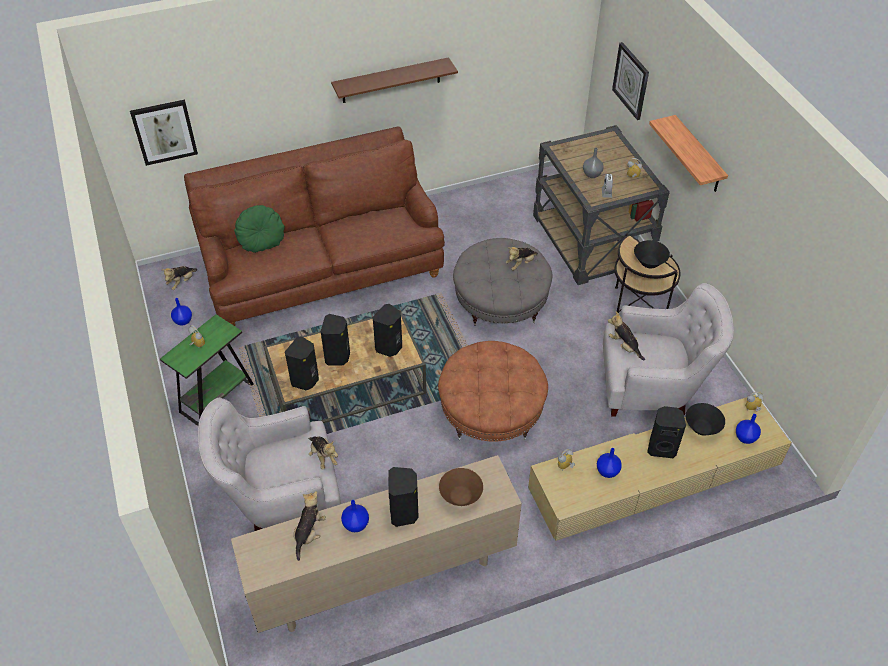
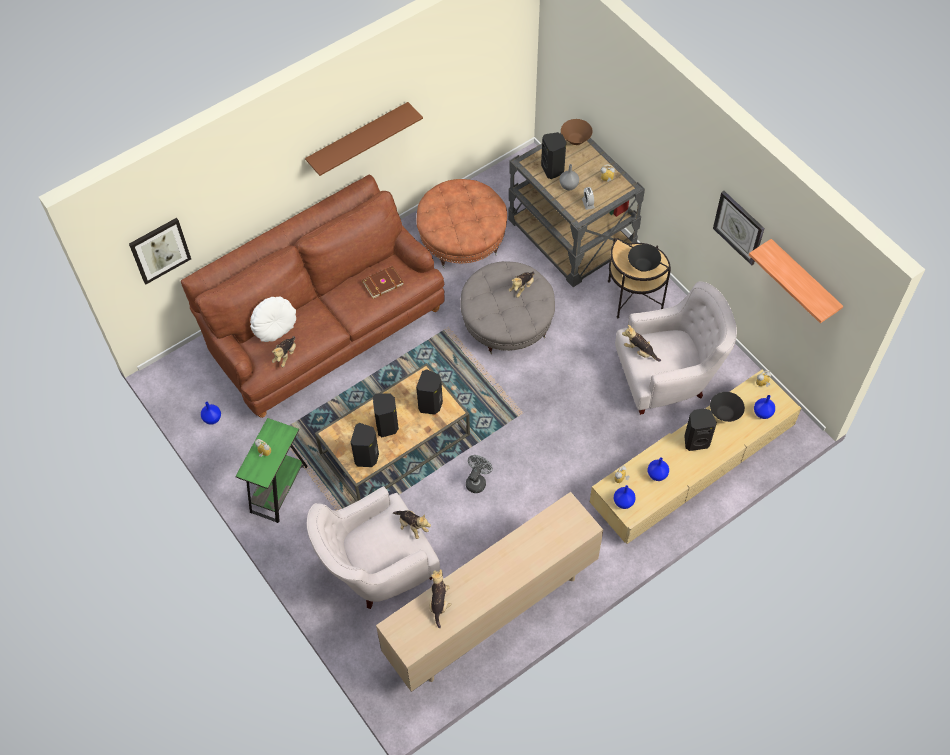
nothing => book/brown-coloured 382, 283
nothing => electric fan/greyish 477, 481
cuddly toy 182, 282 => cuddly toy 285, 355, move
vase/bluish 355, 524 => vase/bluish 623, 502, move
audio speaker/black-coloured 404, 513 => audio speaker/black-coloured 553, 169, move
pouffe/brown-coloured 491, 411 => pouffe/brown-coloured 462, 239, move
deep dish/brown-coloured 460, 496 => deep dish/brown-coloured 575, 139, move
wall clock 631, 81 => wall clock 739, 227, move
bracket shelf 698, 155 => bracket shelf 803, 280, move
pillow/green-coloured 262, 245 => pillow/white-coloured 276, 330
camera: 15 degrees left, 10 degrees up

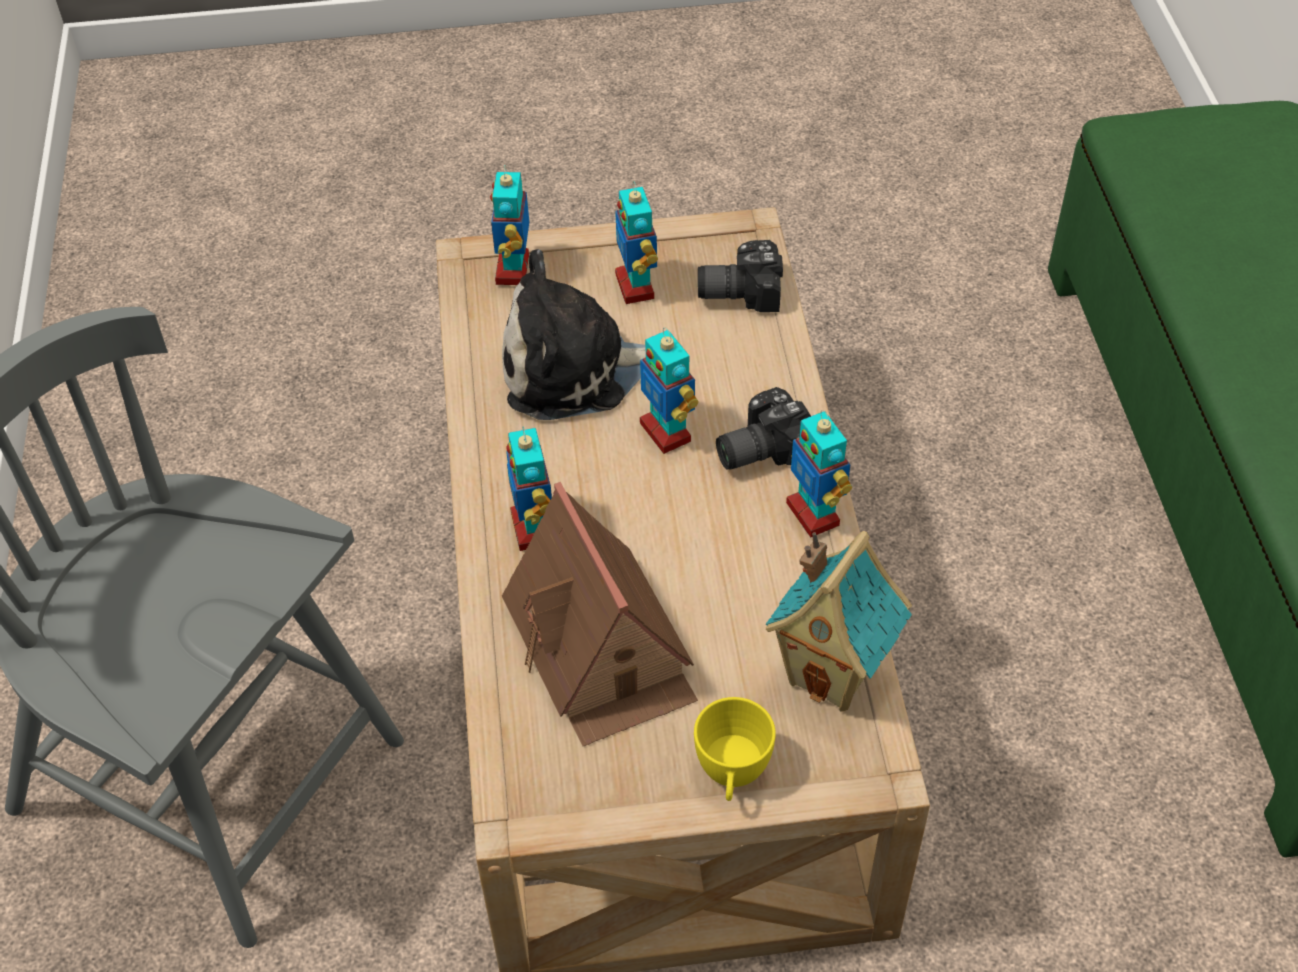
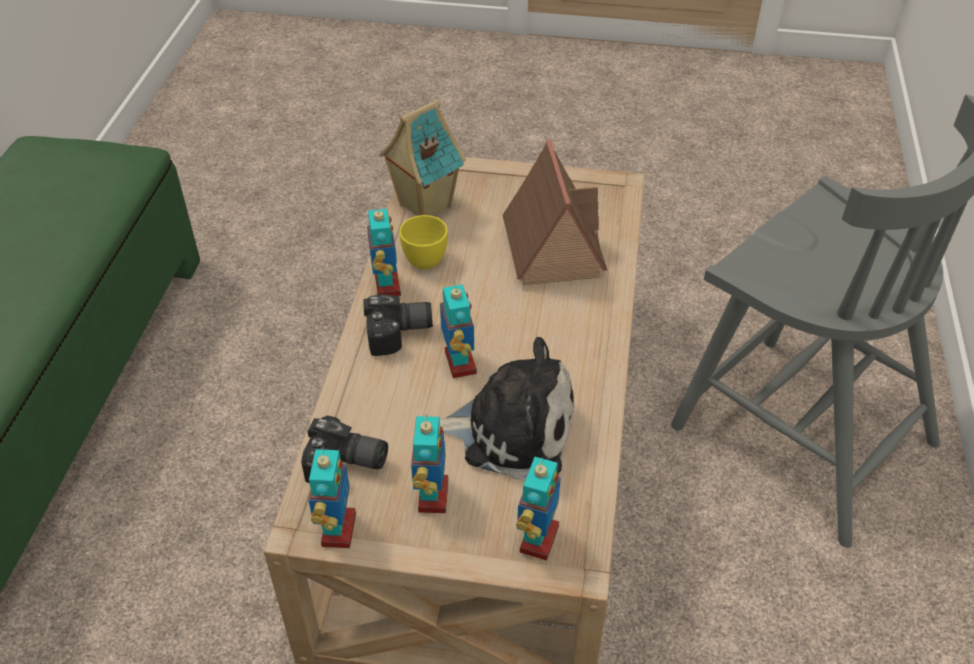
model robot 533, 528 => model robot 337, 529, move
cup/yellow 732, 775 => cup/yellow 427, 257, move
camera: 165 degrees left, 5 degrees down

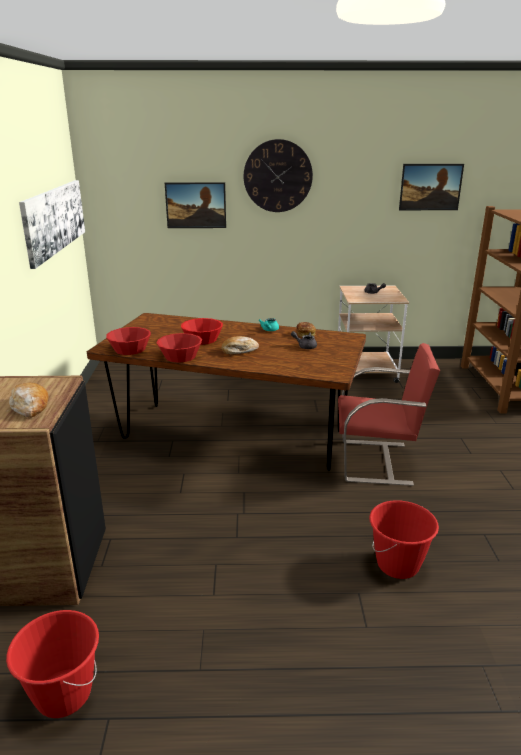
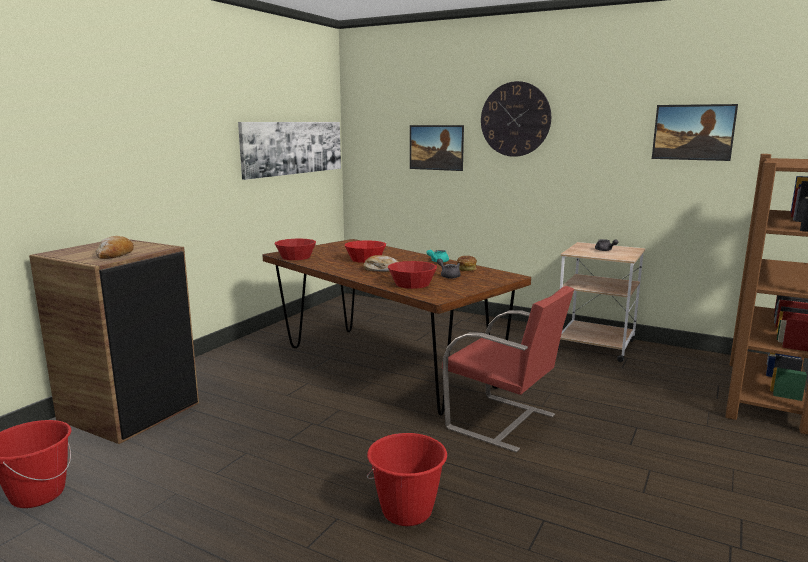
deep dish/red 180, 356 => deep dish/red 412, 284, move
camera: 30 degrees right, 10 degrees down

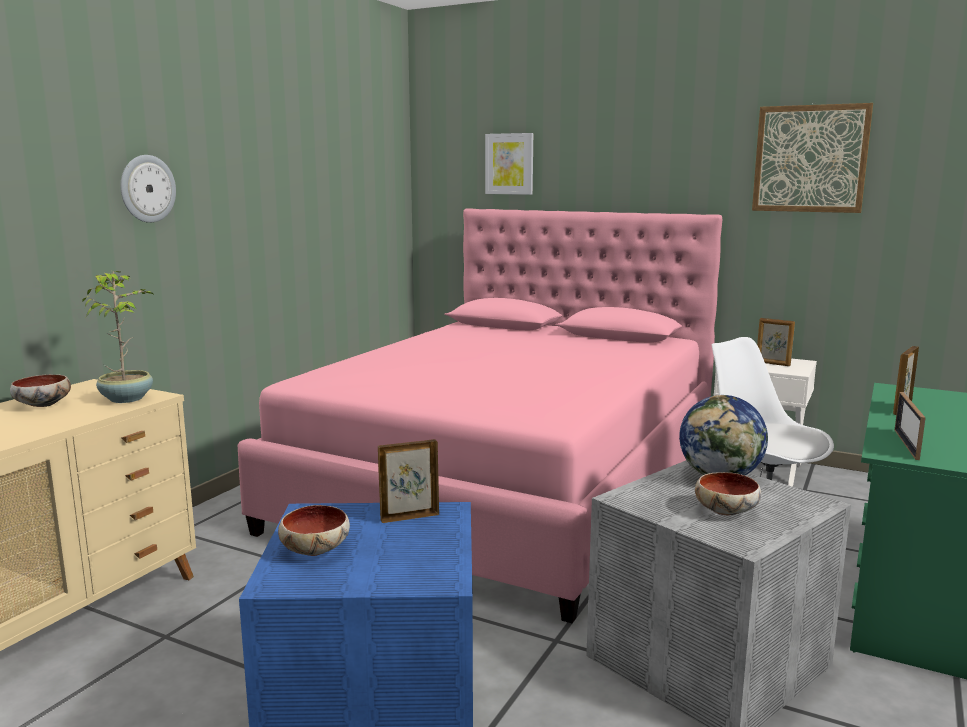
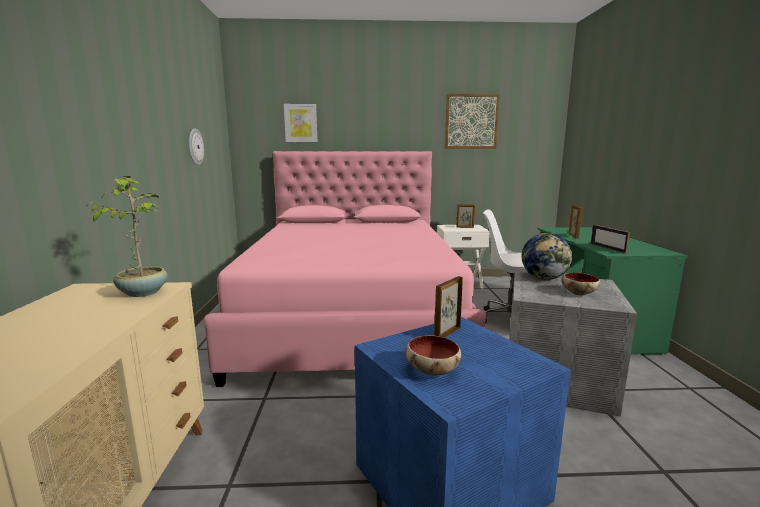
deep dish 43, 405 => nothing
wall clock 147, 189 => wall clock 195, 147, move
camera: 30 degrees left, 0 degrees up

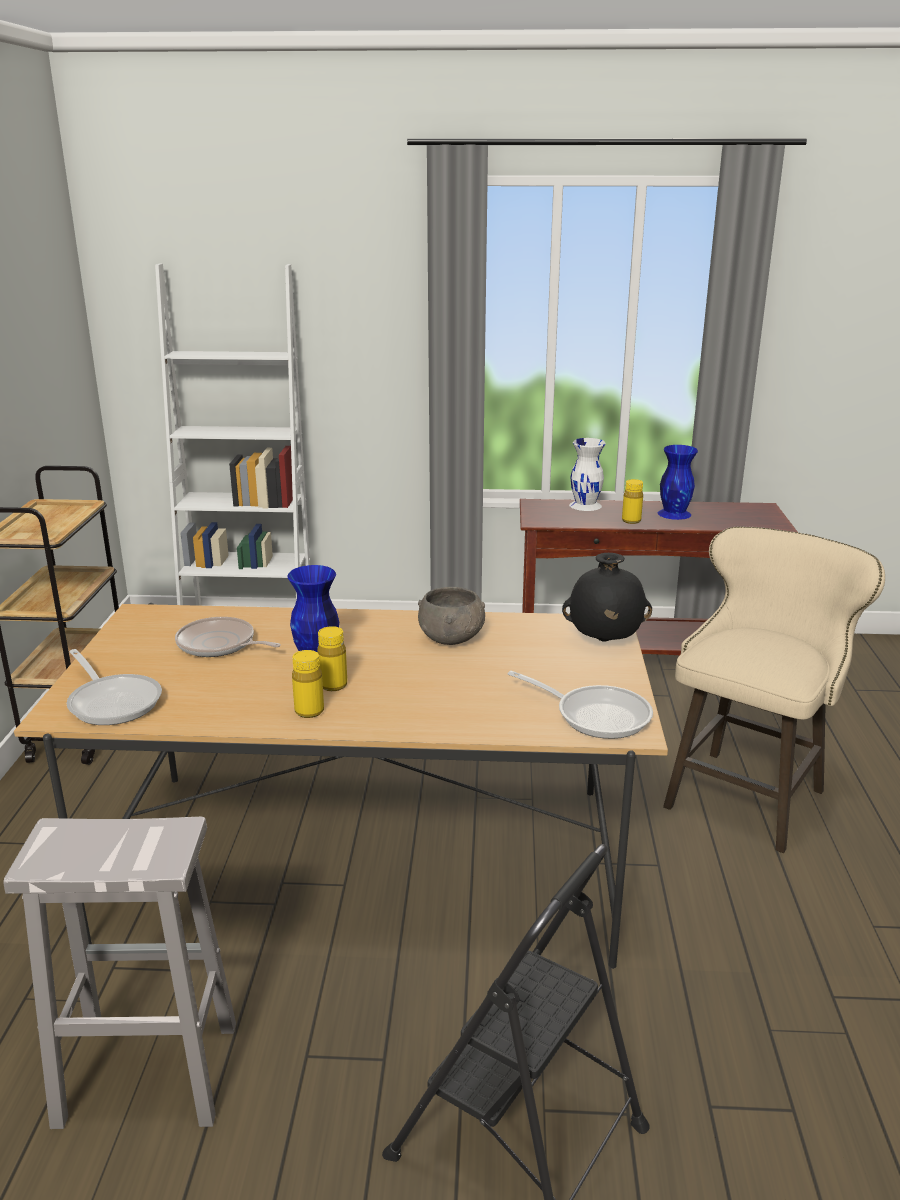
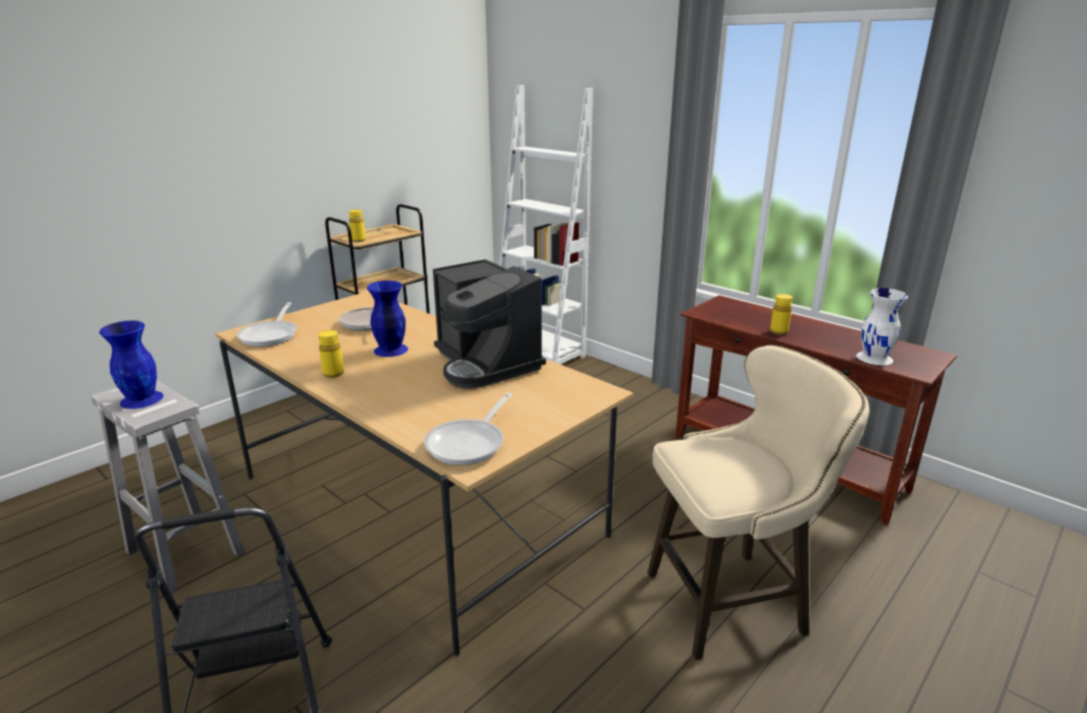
vase/black-coloured 604, 641 => nothing
bottle/yellow 333, 685 => bottle/yellow 358, 240, move
vase/white-coloured 586, 505 => vase/white-coloured 875, 358, move
vase/bluish 674, 513 => vase/bluish 142, 399, move
deep dish/greyish 452, 637 => coffee machine 486, 363
pan 595, 715 => pan 470, 443, 45 degrees clockwise
camera: 40 degrees right, 0 degrees up

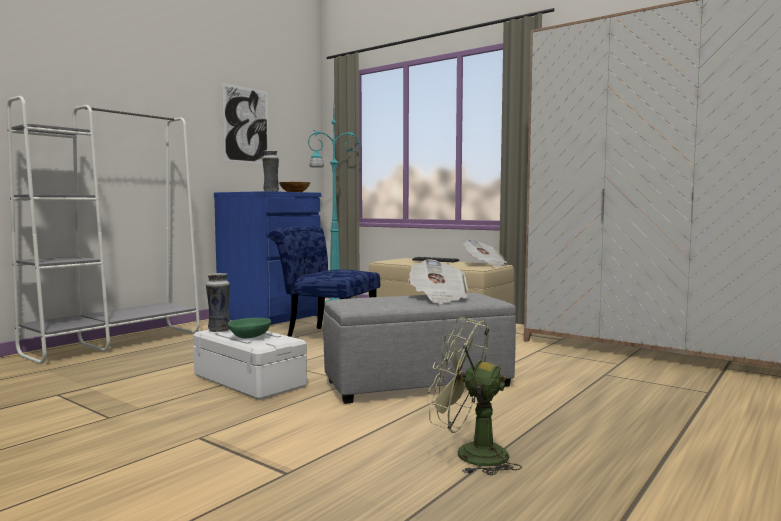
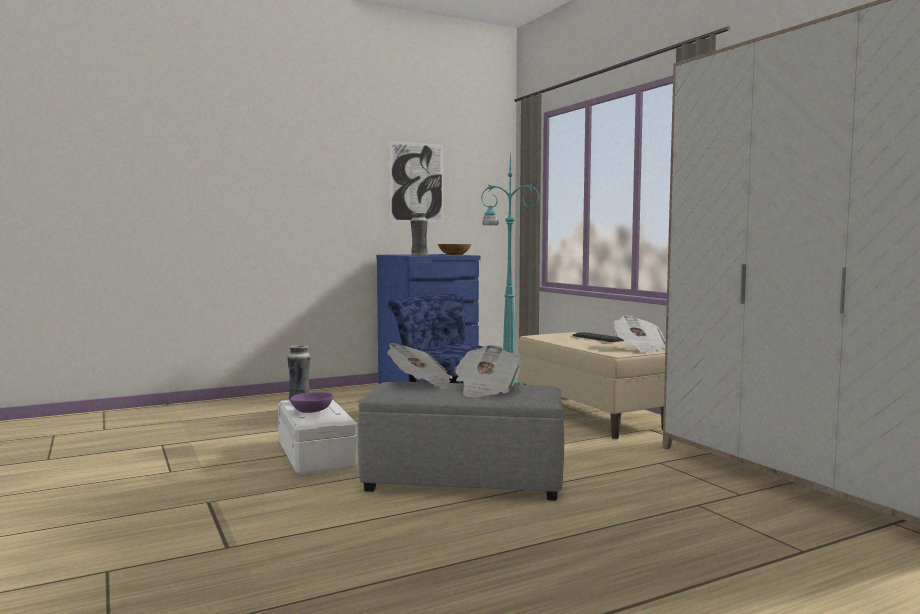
garment rack/greyish 115, 344 => nothing
electric fan/green-coloured 470, 455 => nothing
nothing => daily paper 421, 383
deep dish/green-coloured 249, 336 => deep dish/purple 311, 411
camera: 25 degrees right, 0 degrees up

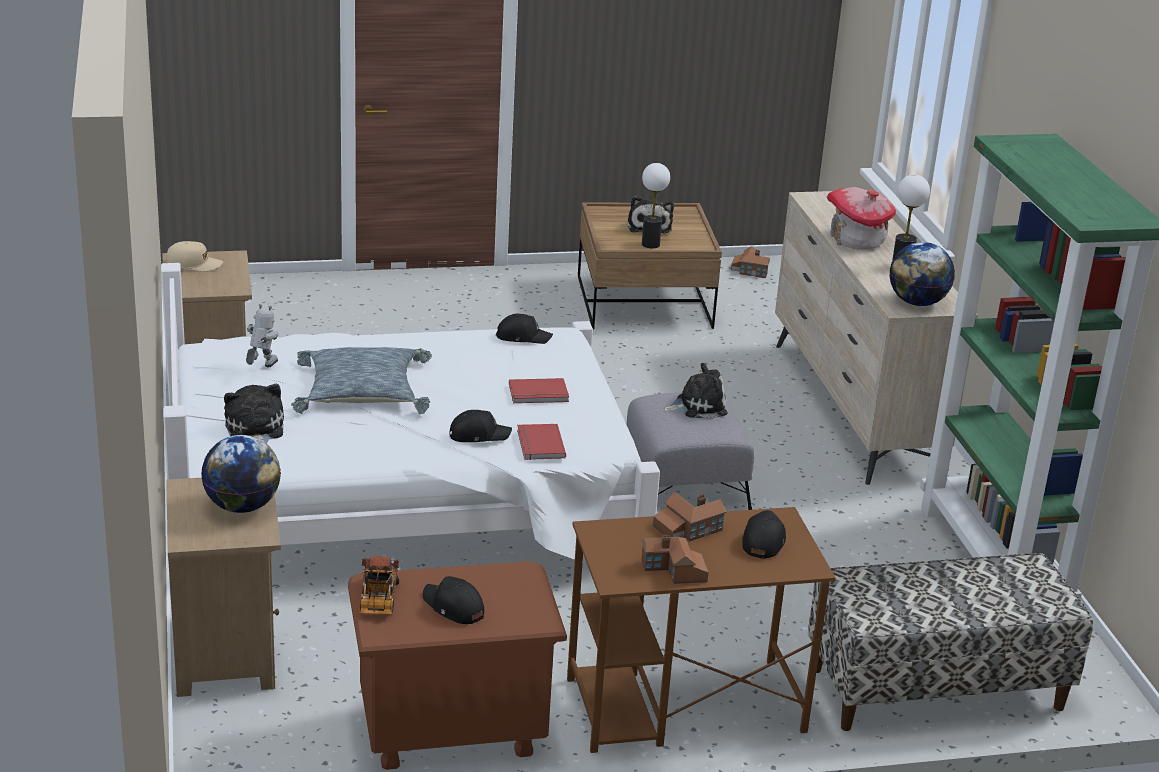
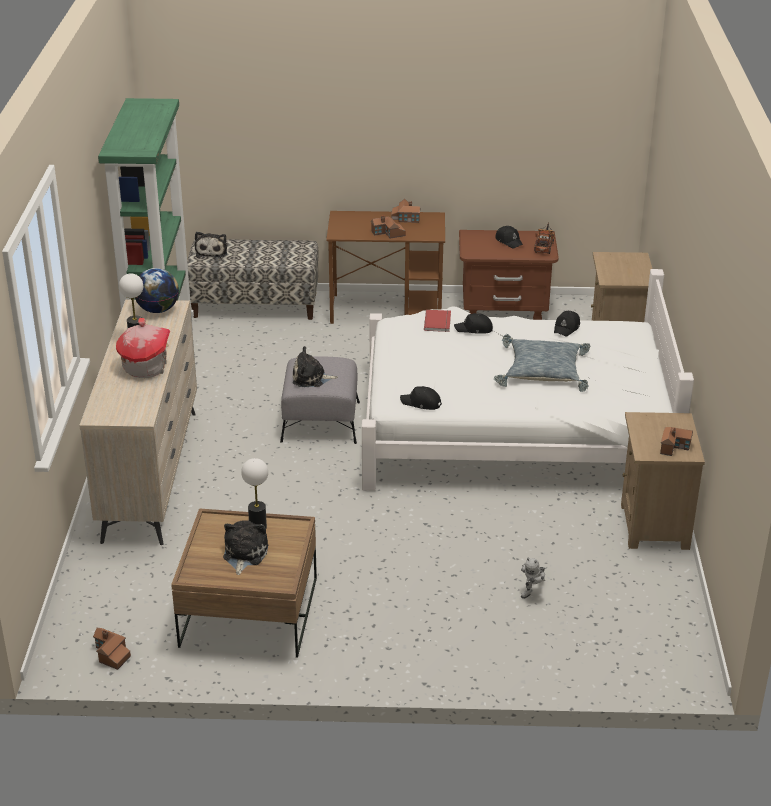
world globe 242, 507 => nothing
book/red 539, 394 => nothing
cuddly toy 255, 430 => cuddly toy 212, 251, move
model robot 261, 368 => model robot 533, 592, move
baseball cap/black-coloured 763, 541 => baseball cap/black-coloured 567, 328, move
baseball cap/beige 194, 264 => miniature house 675, 446
camera: 165 degrees left, 5 degrees up

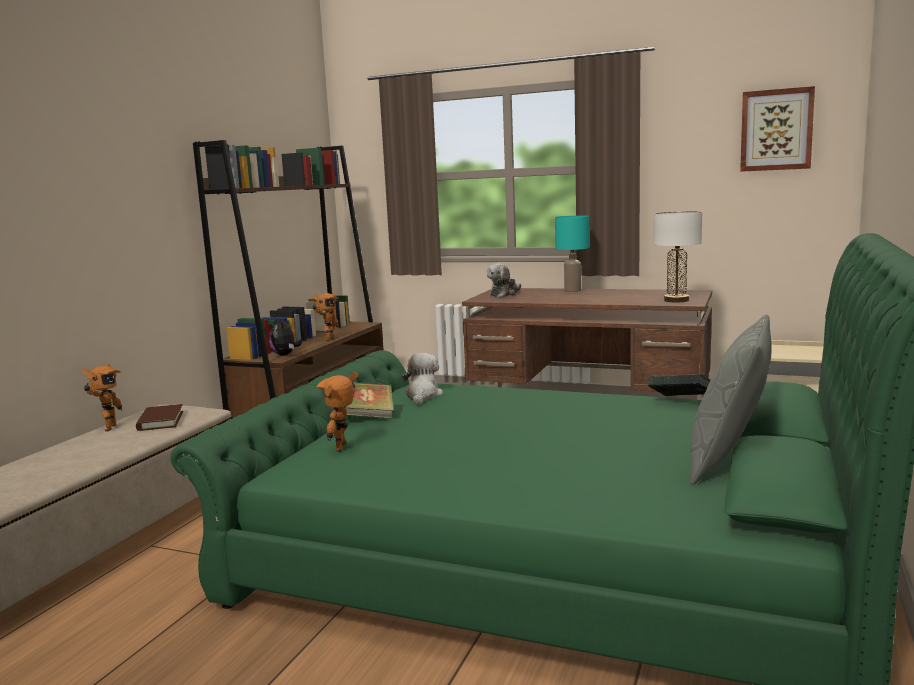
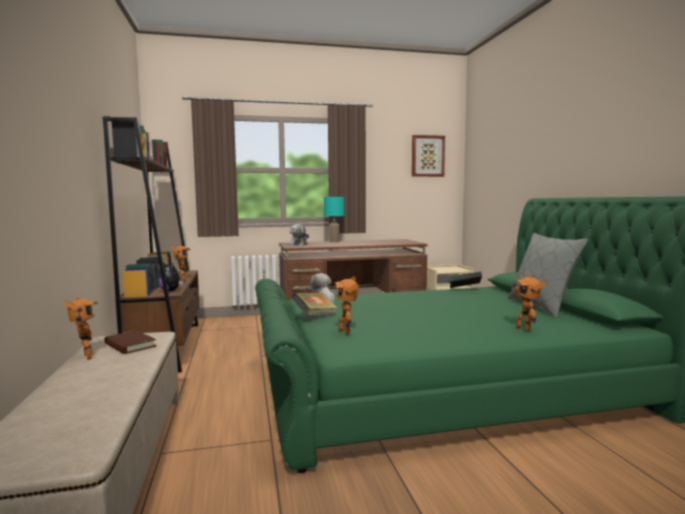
tabletop lamp 676, 300 => nothing
nothing => model robot 524, 329
camera: 35 degrees left, 5 degrees down

